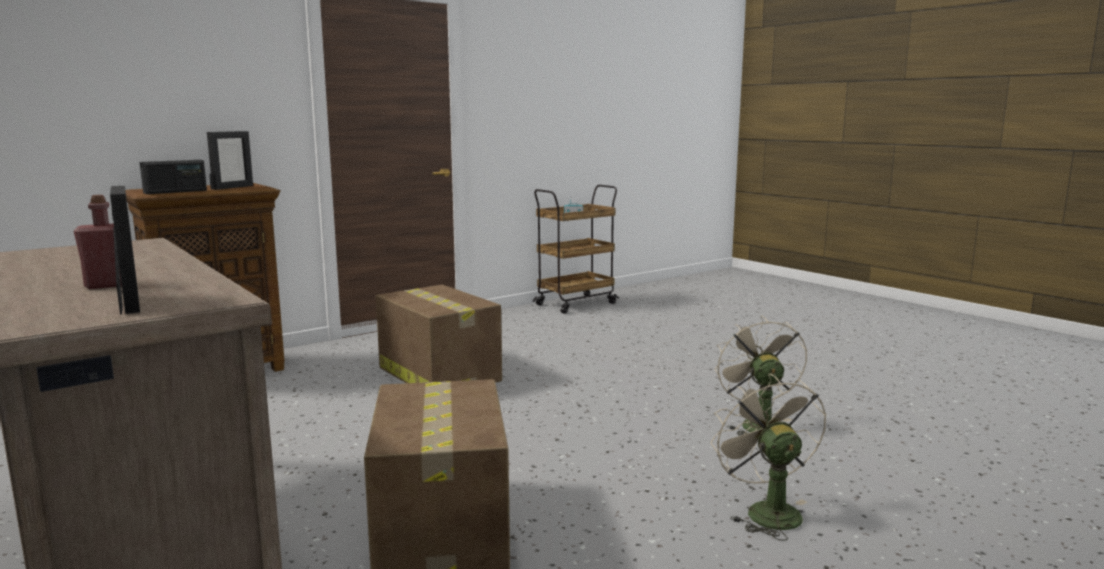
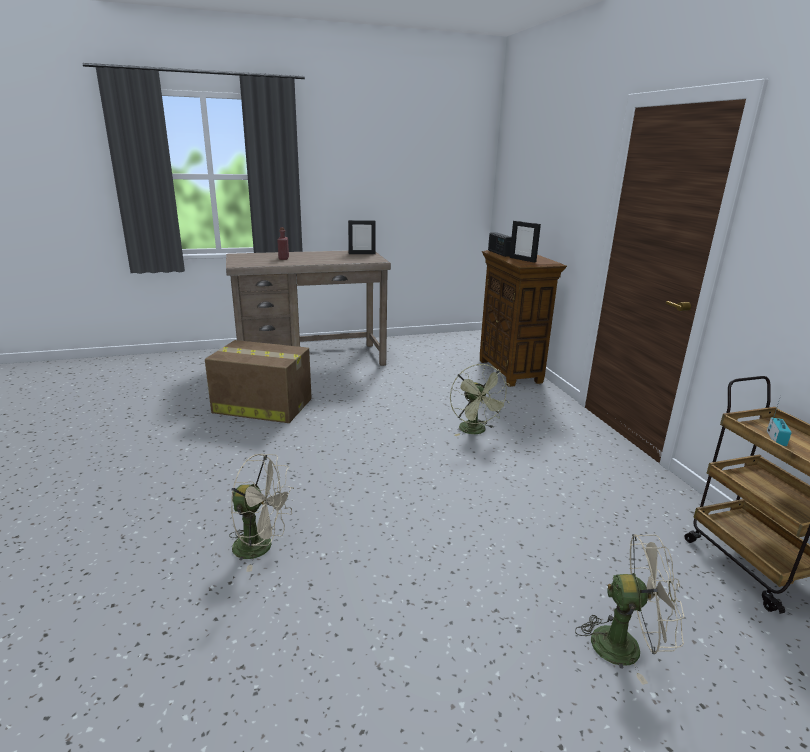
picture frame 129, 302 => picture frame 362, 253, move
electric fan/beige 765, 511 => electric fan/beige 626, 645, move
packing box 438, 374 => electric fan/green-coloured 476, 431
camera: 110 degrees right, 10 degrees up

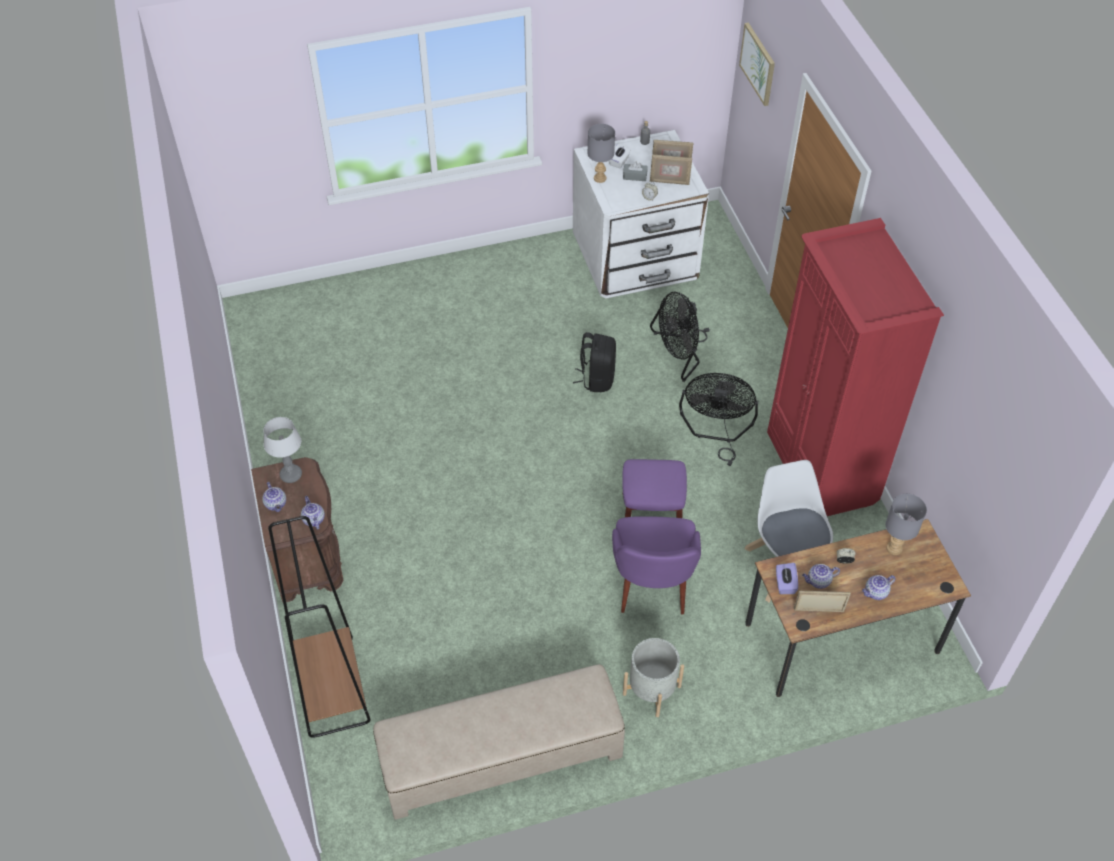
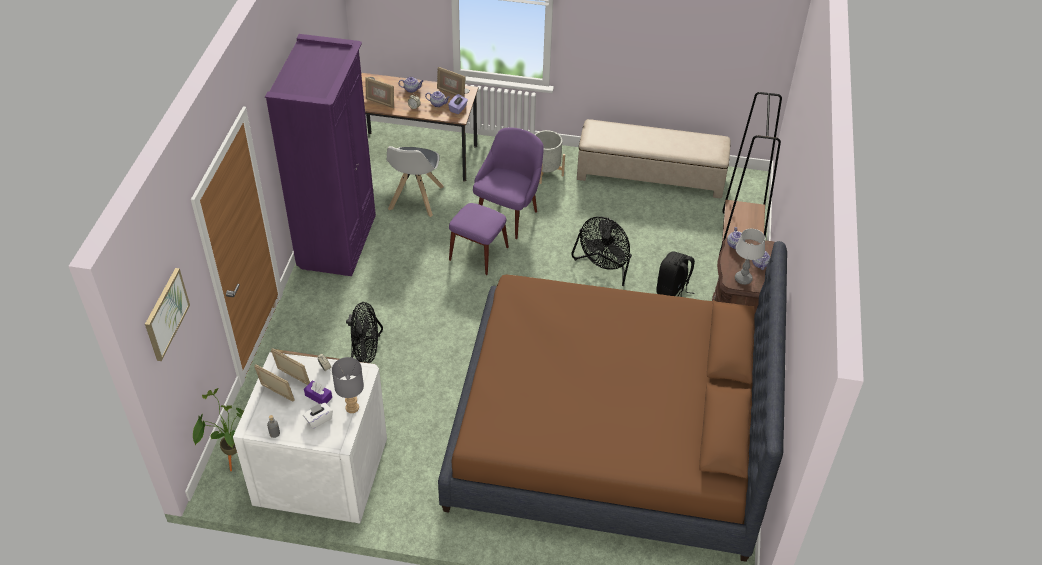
nothing => plant in a pot 230, 463
nothing => bed/brown-coloured 609, 431
knapsack/black-coloured 597, 378 => knapsack/black-coloured 672, 291, move
electric fan/black-coloured 717, 431 => electric fan/black-coloured 603, 264, move
tabletop lamp/greyish 894, 549 => picture frame 380, 102
tissue box/greyish 635, 176 => tissue box/purple 318, 396
clothes cupboard/red 820, 467 => clothes cupboard/purple 337, 241
camera: 155 degrees left, 5 degrees down

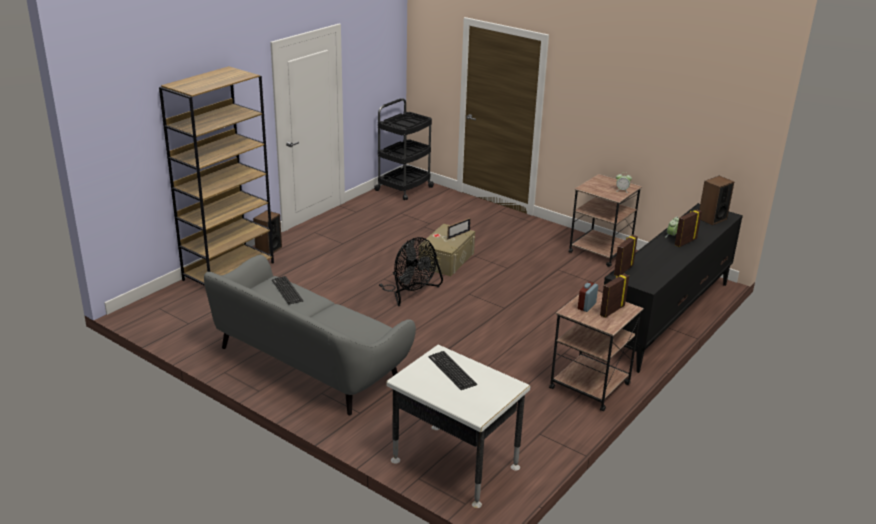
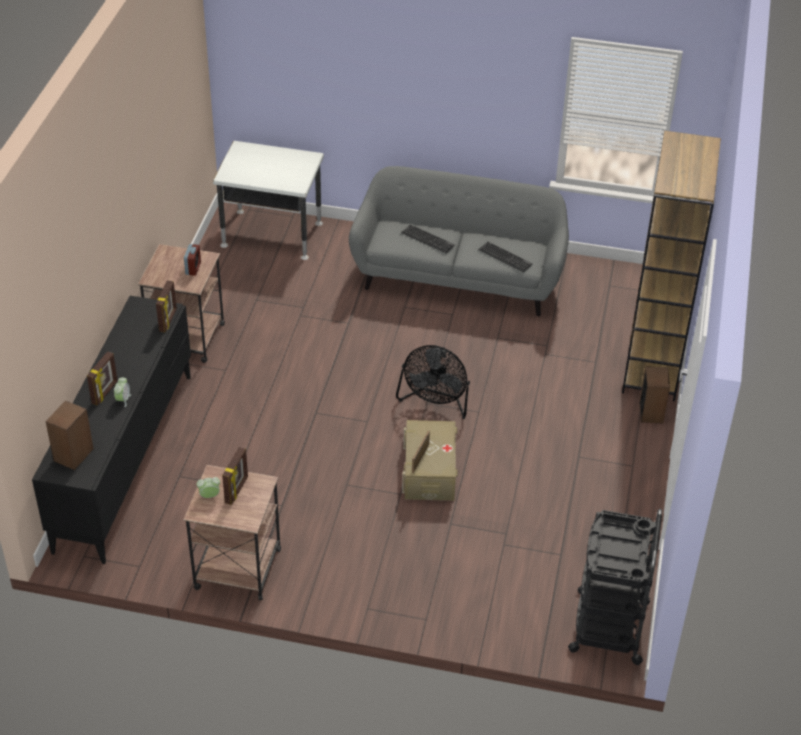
keyboard 452, 371 => keyboard 427, 239, move
picture frame 611, 310 => picture frame 237, 490, move
electric fan/black-coloured 409, 292 => electric fan/black-coloured 434, 399, 90 degrees counterclockwise
camera: 155 degrees right, 15 degrees up

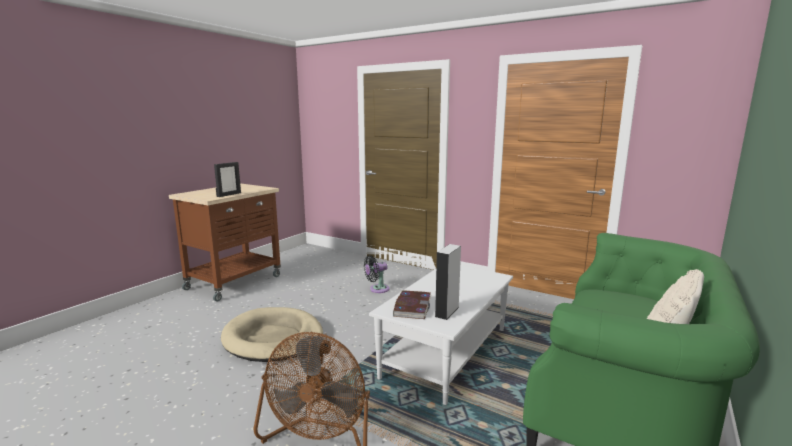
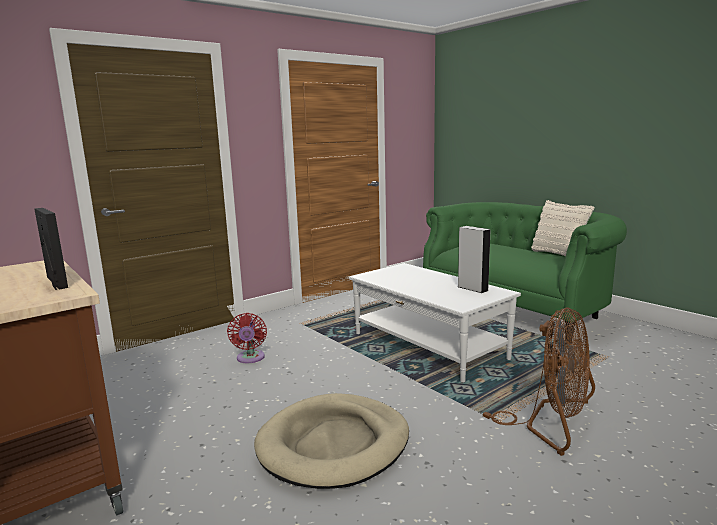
book 412, 307 => nothing
electric fan/black-coloured 377, 289 => electric fan/red 250, 358
camera: 70 degrees left, 0 degrees up

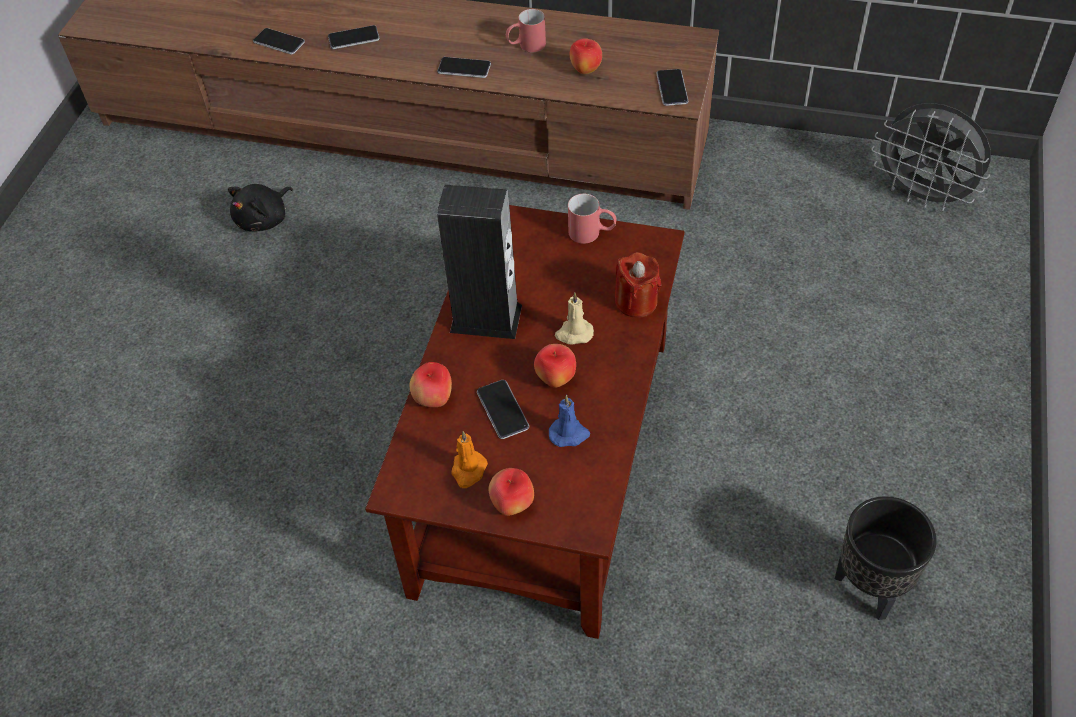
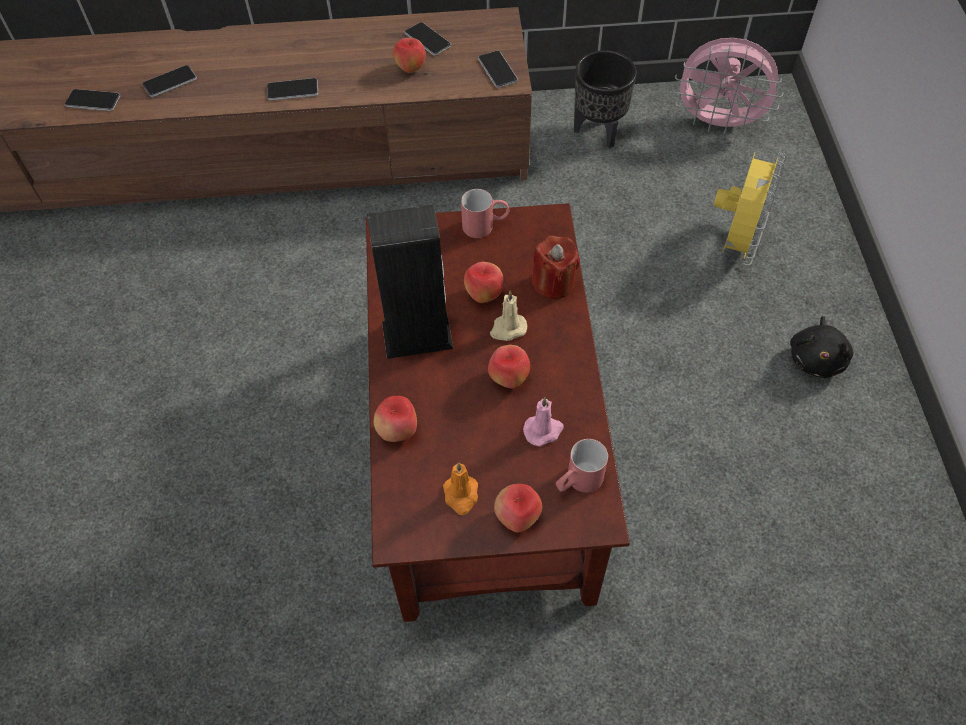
nothing => apple 484, 295
nothing => electric fan/yellow 736, 243
cuddly toy/black-coloured 264, 219 => cuddly toy/black-coloured 816, 358, move
telephone 502, 410 => telephone 427, 40, move
mug/red 526, 46 => mug/red 578, 482, move
planter/black-coloured 869, 586 => planter/black-coloured 597, 131, move
wax light/bluish 569, 434 => wax light/pink-coloured 543, 430
electric fan/greyish 922, 195 => electric fan/pink-coloured 718, 123
camera: 20 degrees left, 5 degrees up

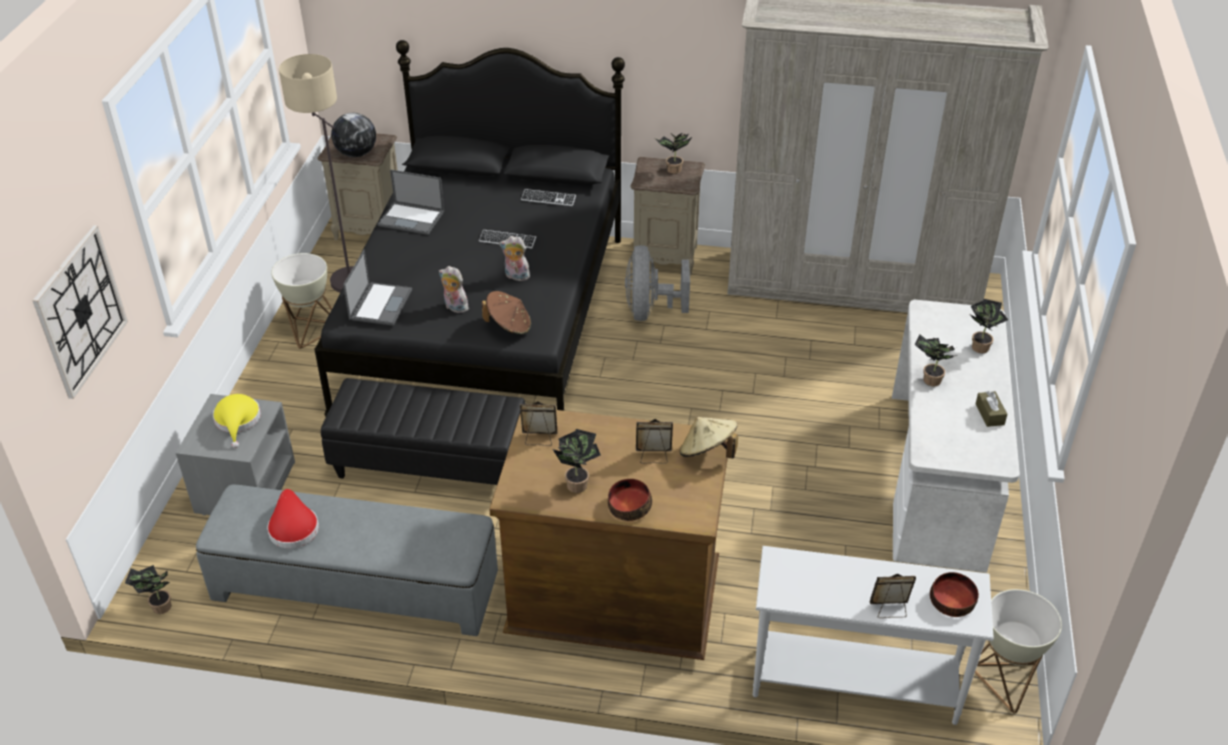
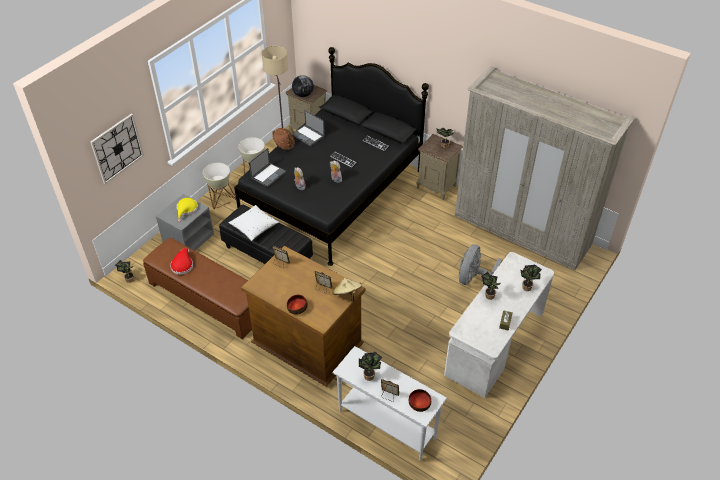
nothing => pillow/white-coloured 254, 228
wearable hat/brown-coloured 509, 326 => wearable hat/brown-coloured 284, 145, move
plant in a pot 577, 483 => plant in a pot 369, 375, move
electric fan/greyish 650, 311 => electric fan/greyish 473, 279, move
planter 1004, 680 => planter 221, 199, move
long seat/greyish 354, 585 => long seat/brown-coloured 206, 298
camera: 25 degrees right, 5 degrees up

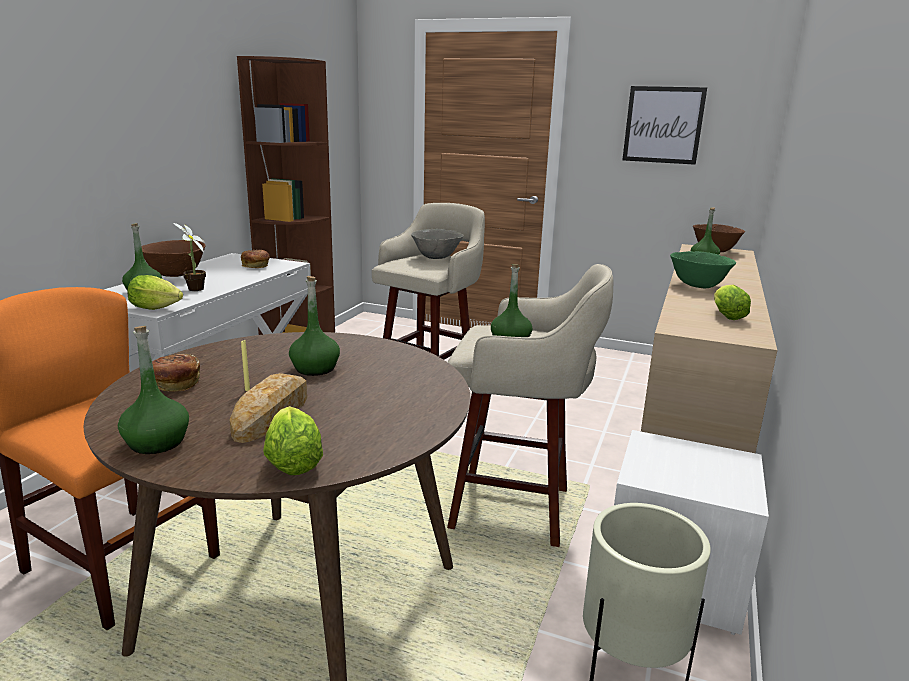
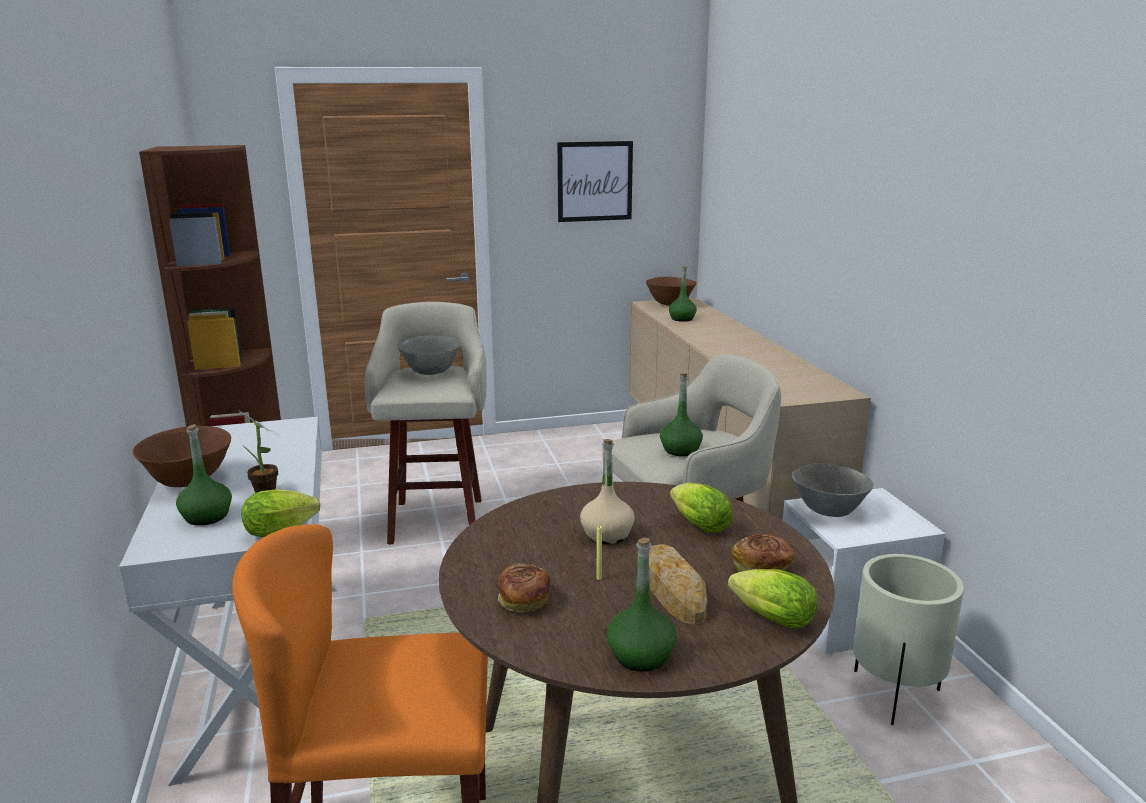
deep dish/green-coloured 697, 286 => nothing
nothing => deep dish/greyish 828, 511
baked bread 255, 266 => baked bread 762, 568, move
lettuce head 726, 316 => lettuce head 696, 524, move
bottle/green-coloured 315, 368 => bottle/beige 607, 535
camera: 35 degrees left, 0 degrees up

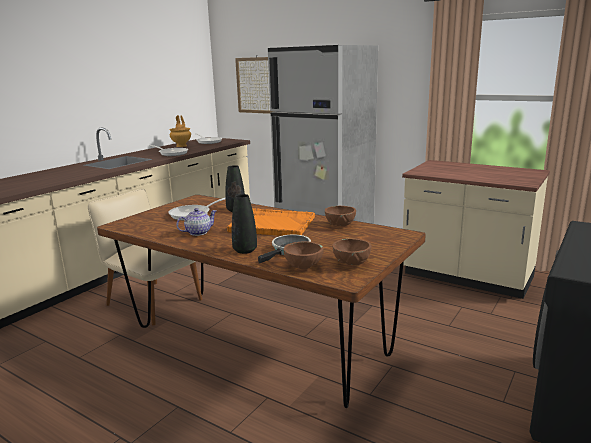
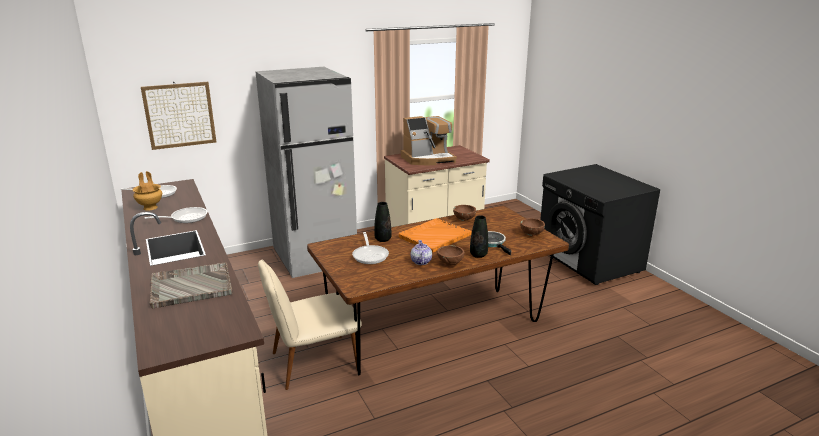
nothing => serving tray/greyish 190, 286
nothing => coffee machine 428, 159
deep dish/brown-coloured 303, 267 => deep dish/brown-coloured 450, 263, move
camera: 60 degrees left, 5 degrees up

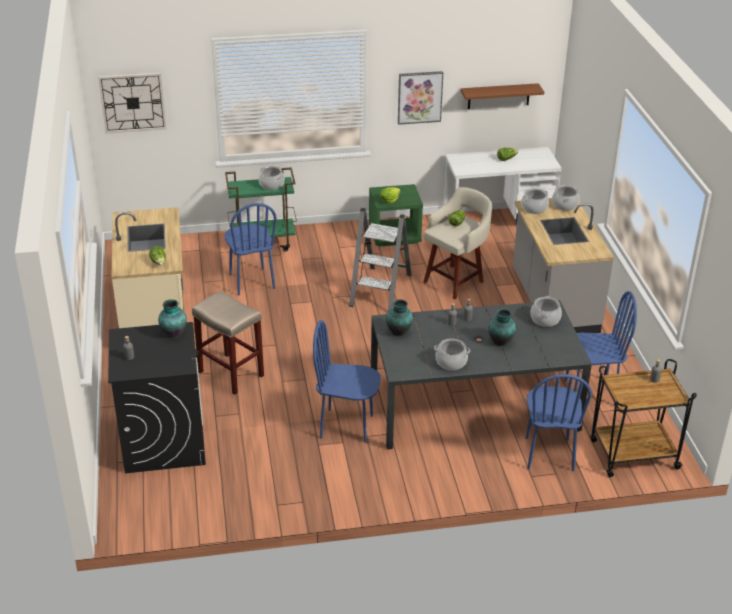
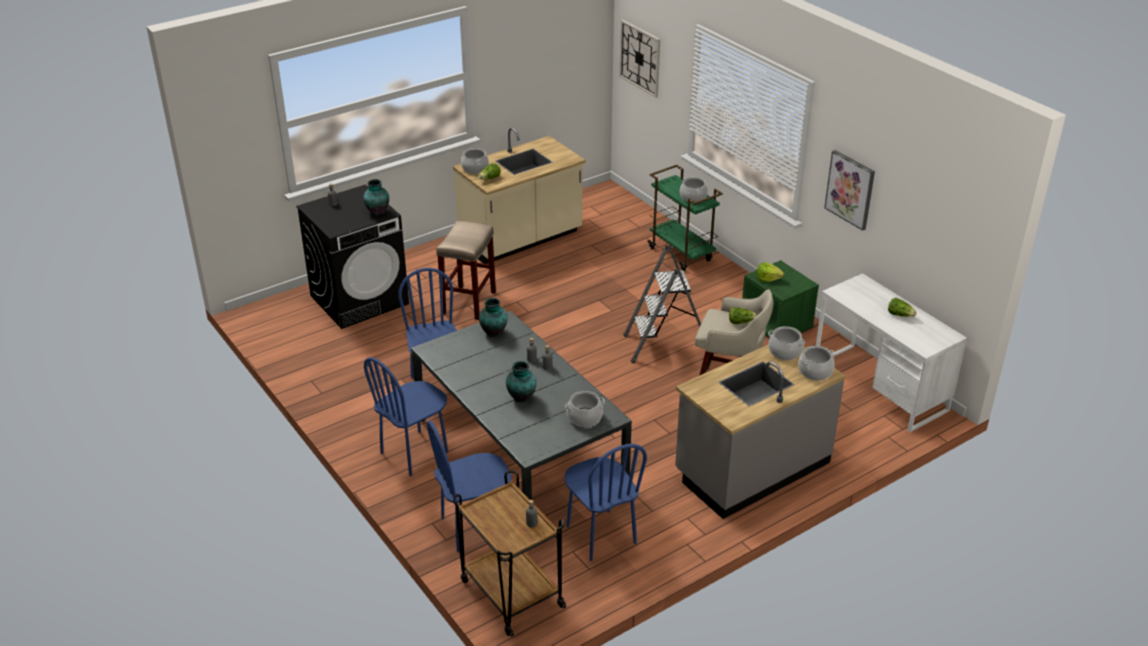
bracket shelf/brown-coloured 498, 96 => nothing
plain chair/bluish 251, 281 => plain chair/bluish 414, 453, move
stockpot 451, 362 => stockpot 475, 168, move
camera: 65 degrees right, 0 degrees up

